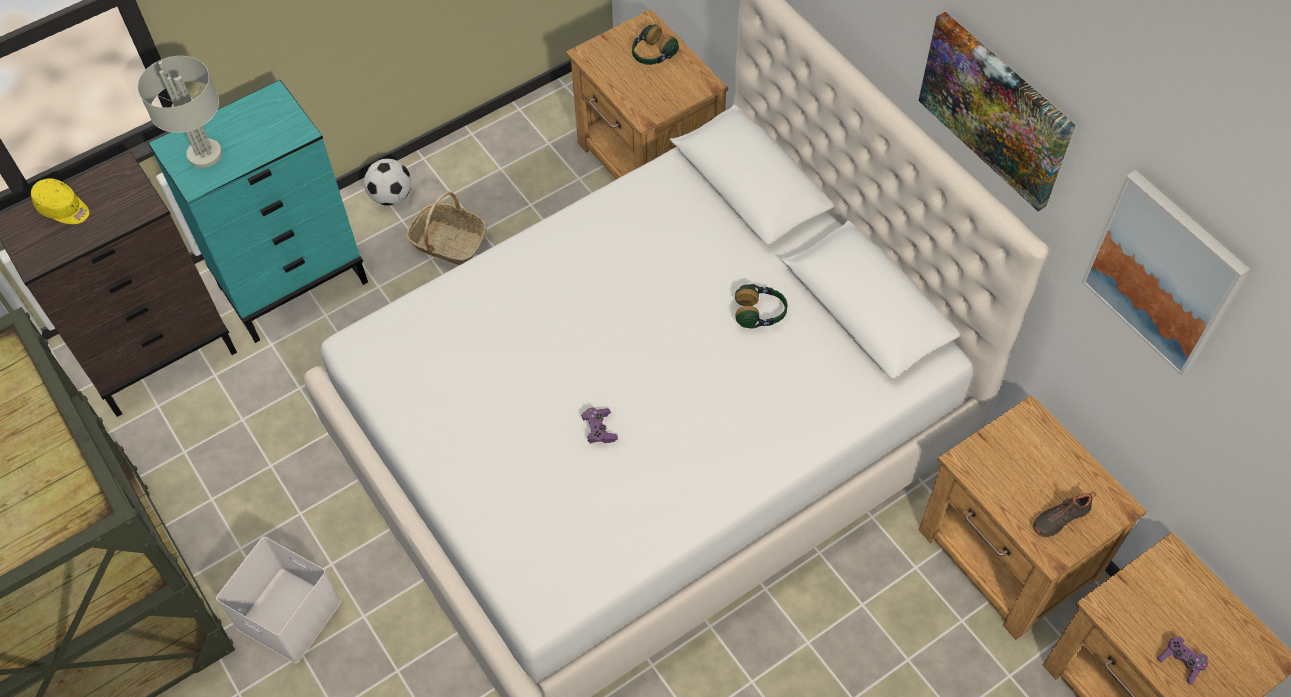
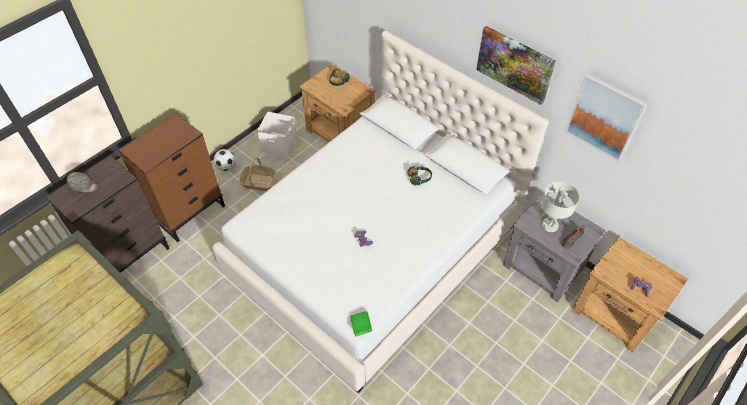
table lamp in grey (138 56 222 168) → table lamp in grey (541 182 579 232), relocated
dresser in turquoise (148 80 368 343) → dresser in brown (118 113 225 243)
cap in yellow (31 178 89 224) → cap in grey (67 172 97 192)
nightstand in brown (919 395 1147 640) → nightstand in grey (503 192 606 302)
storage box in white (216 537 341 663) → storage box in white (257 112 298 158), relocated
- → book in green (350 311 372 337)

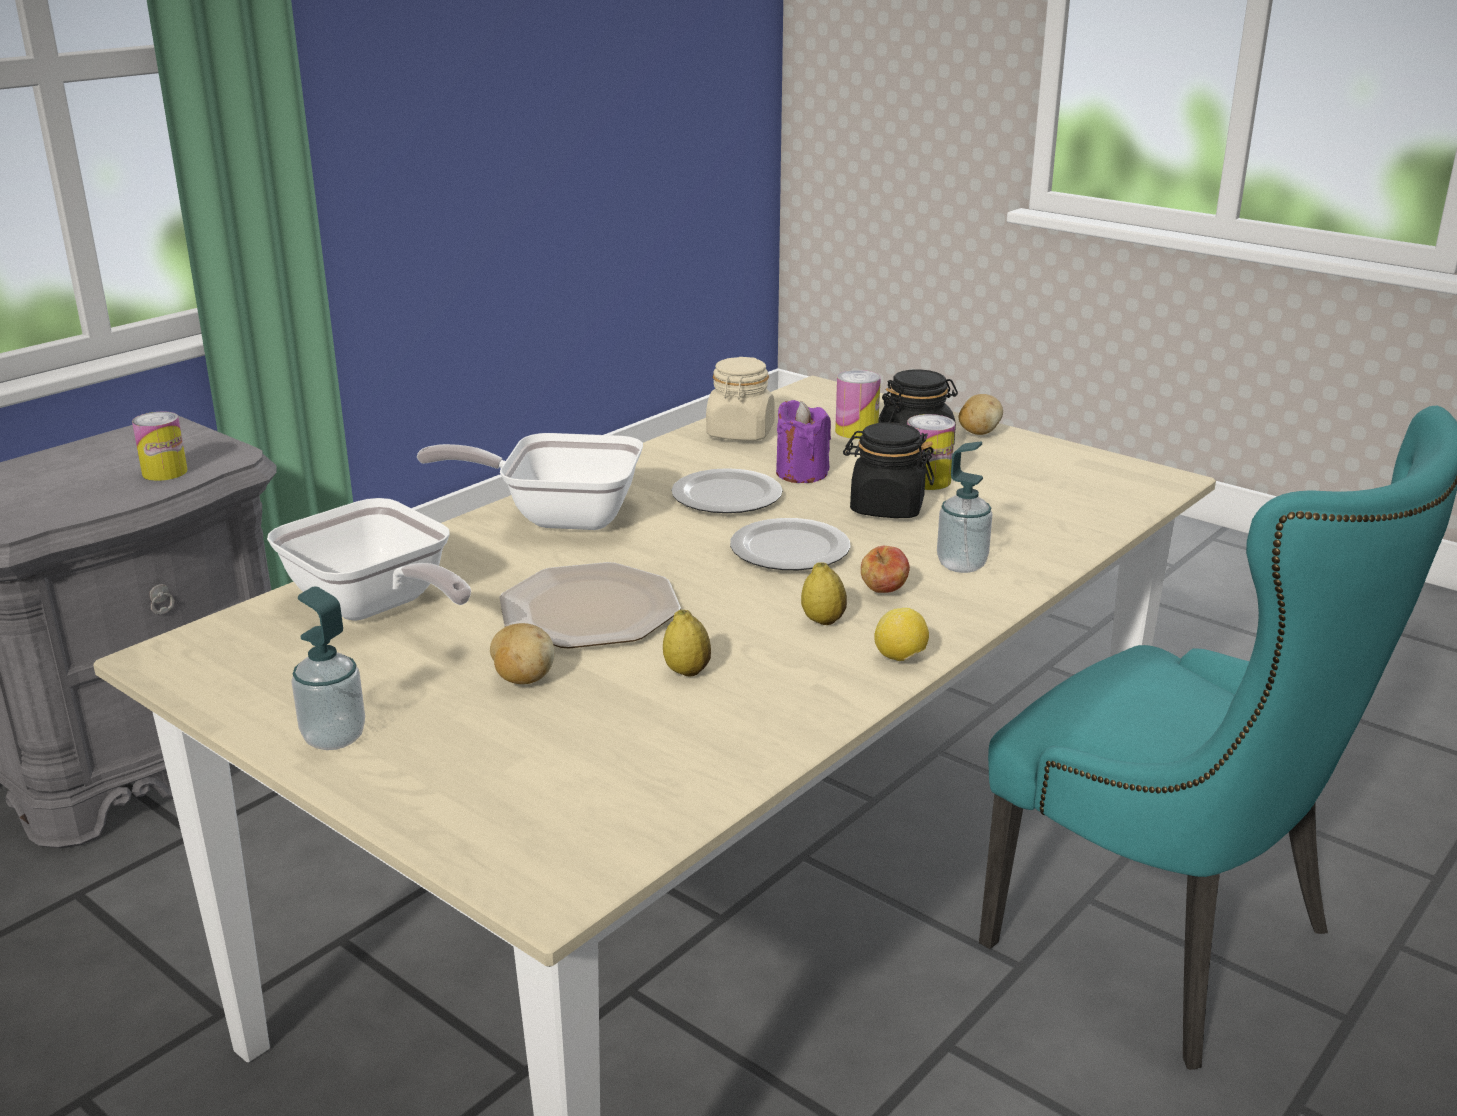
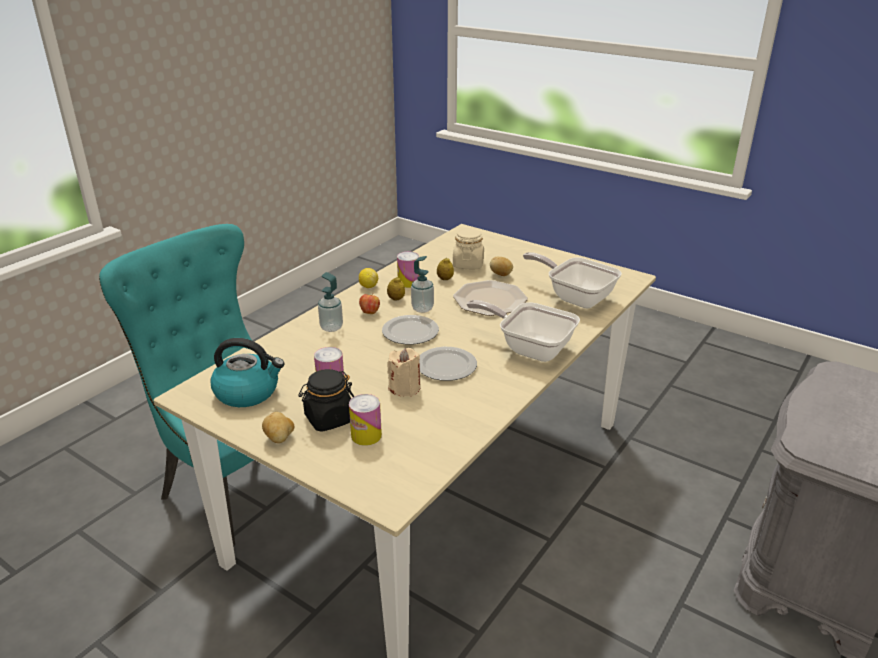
jar in beige (706 357 775 441) → jar in beige (453 228 484 269), relocated
candle in purple (776 400 831 483) → candle in beige (388 348 421 397)
can (132 412 188 481) → can (397 252 419 288), relocated
jar in black (843 422 934 518) → -
frying pan (417 433 643 530) → frying pan (467 300 580 362), 150 degrees counterclockwise
soap dispenser (292 586 365 750) → soap dispenser (411 256 434 313), relocated
- → kettle (210 338 284 407)

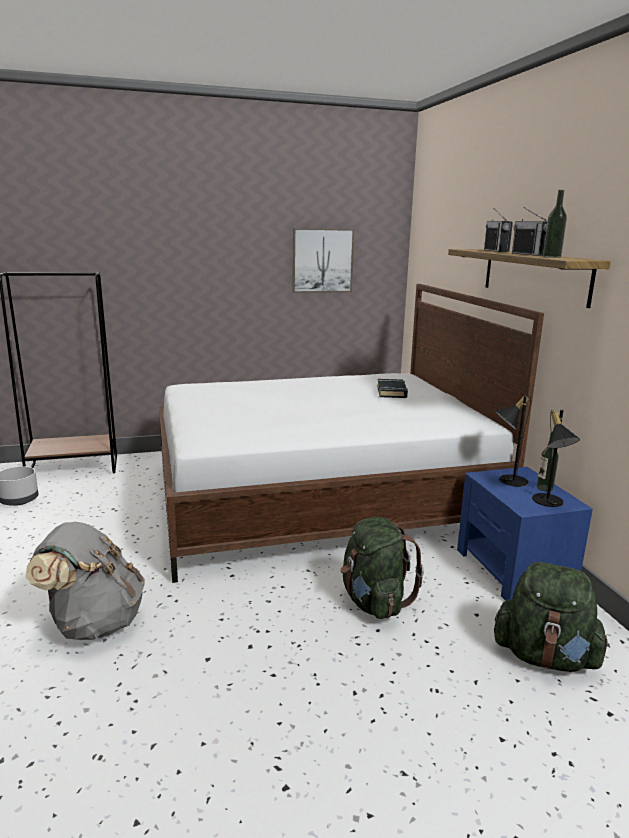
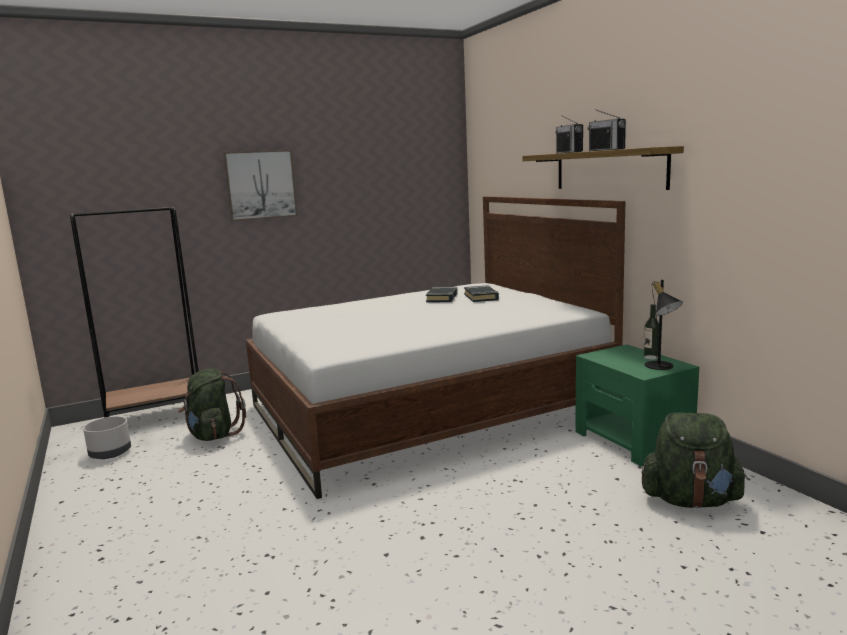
bottle (543 190 567 258) → -
picture (292 228 354 293) → picture (223 150 298 221), relocated
table lamp in black (495 396 531 487) → -
nightstand in blue (457 467 593 601) → nightstand in green (575 345 699 467)
backpack in green (340 517 424 619) → backpack in green (178 368 246 441), relocated
backpack in grey (25 522 145 640) → -
- → book in black (426 287 458 302)

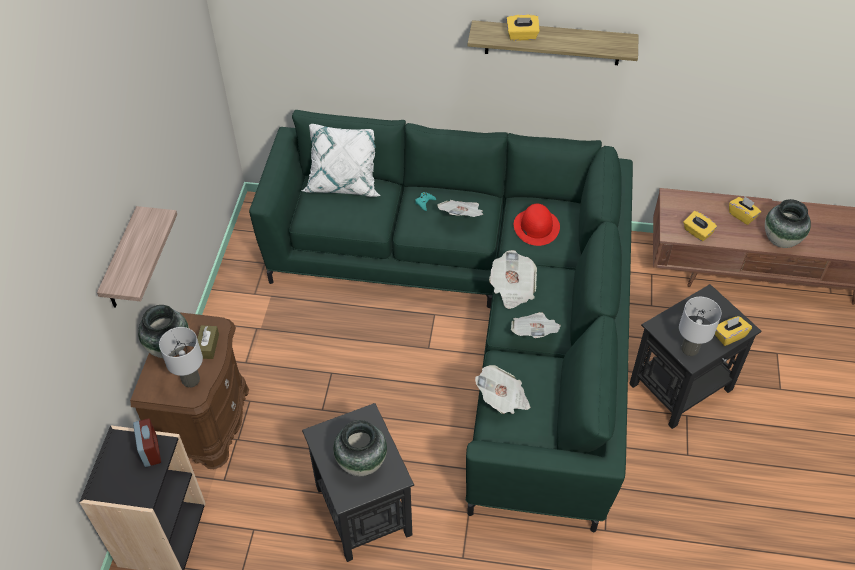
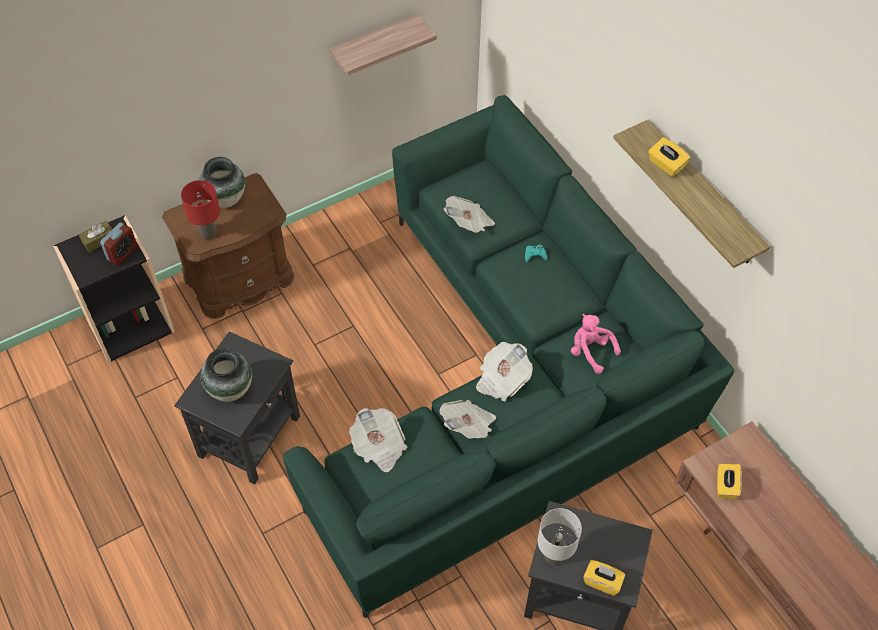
pillow in white (302 124 381 197) → -
tissue box in yellow (729 196 761 225) → -
vase (765 199 811 248) → -
newspaper (438 200 484 217) → newspaper (443 196 495 233), relocated
hat in red (514 204 560 246) → plush toy in pink (571 314 621 374)
shelf (97 206 177 308) → shelf (330 14 437 75), relocated
tissue box in brown (197 325 219 359) → tissue box in brown (79 221 112 252), relocated
table lamp in white (159 327 203 388) → table lamp in red (181 180 220 239)

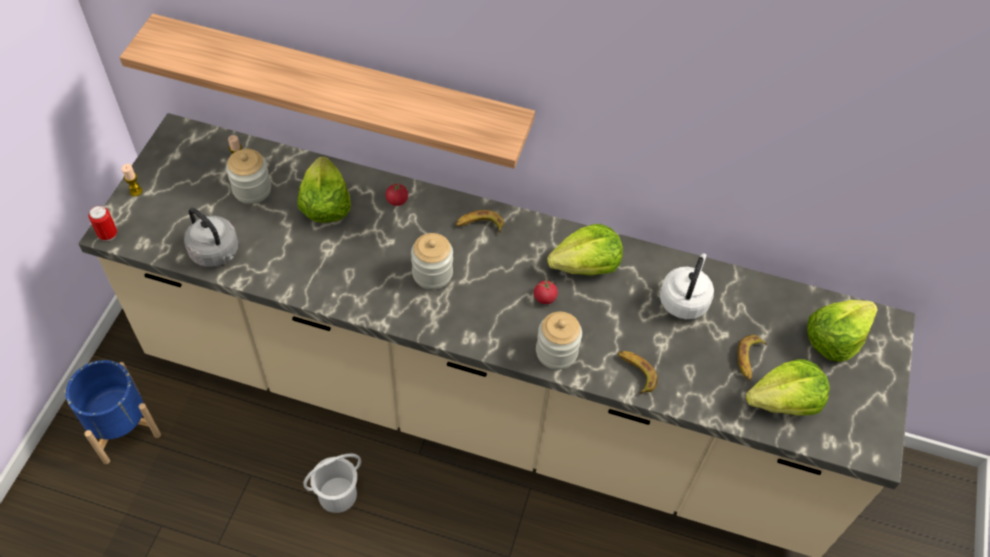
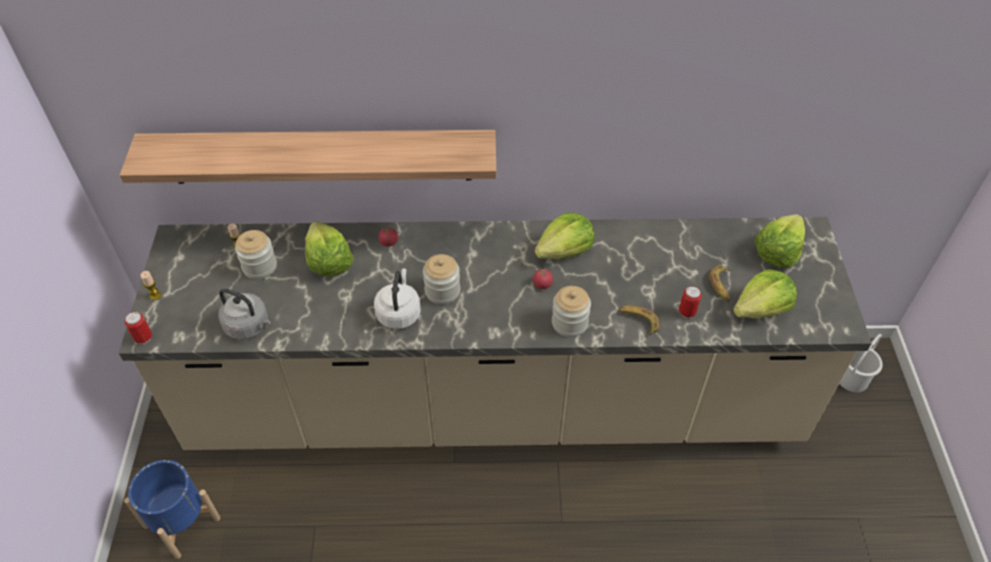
banana (455 210 504 234) → -
kettle in white (660 253 714 319) → kettle in white (374 268 421 329), relocated
bucket in white (303 454 361 513) → bucket in white (839 334 883 392), relocated
- → can (679 286 702 318)

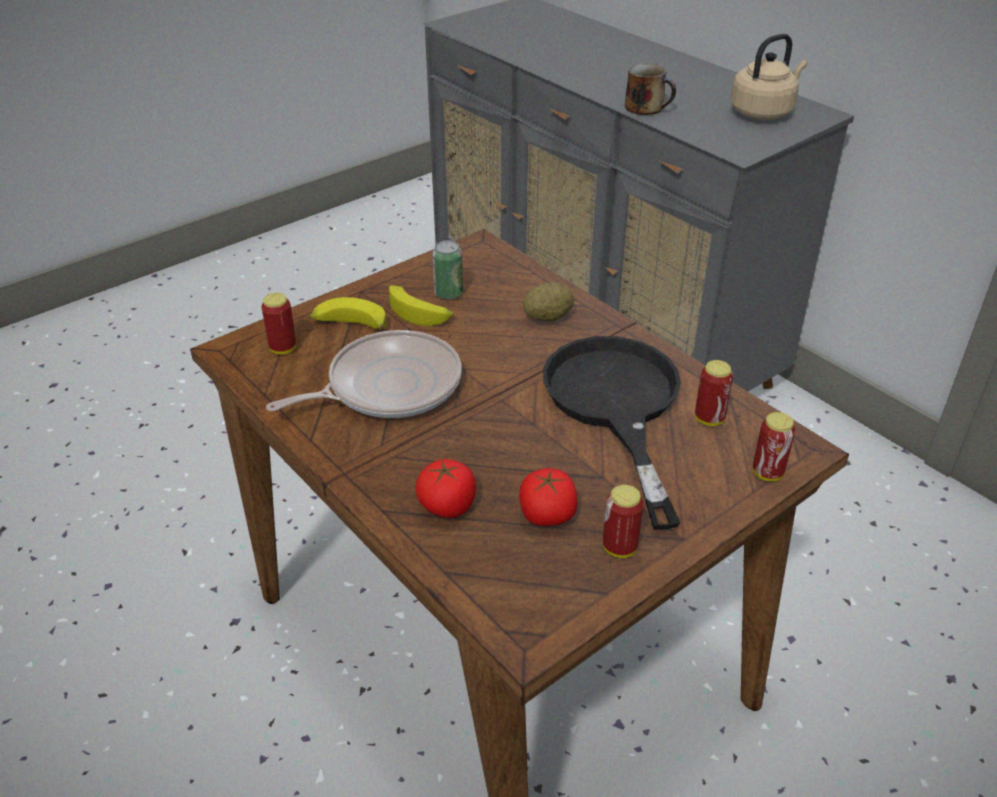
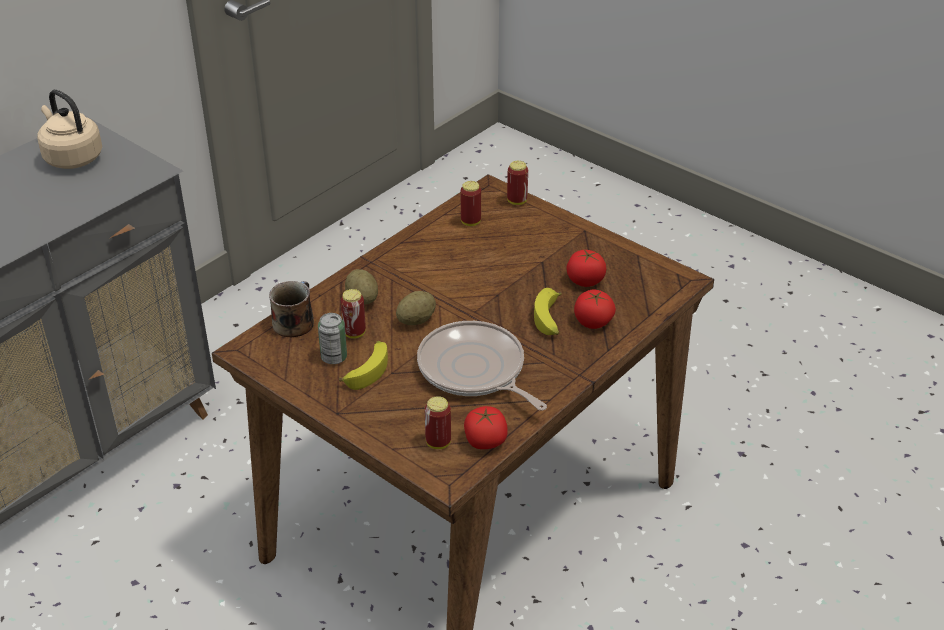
mug (625 63 676 115) → mug (269 281 314 337), relocated
banana (309 297 386 331) → banana (534 288 562 335), relocated
frying pan in black (543 336 681 530) → -
can (603 485 644 558) → can (341 289 366 339), relocated
- → potato (396 291 436 325)
- → tomato (464 406 508 449)

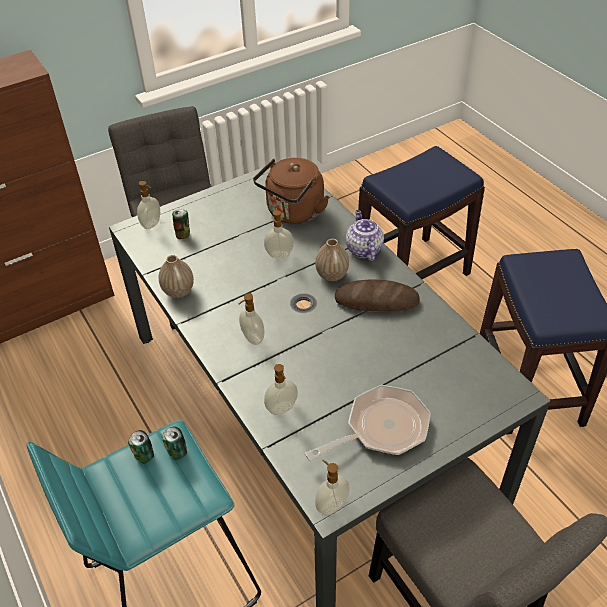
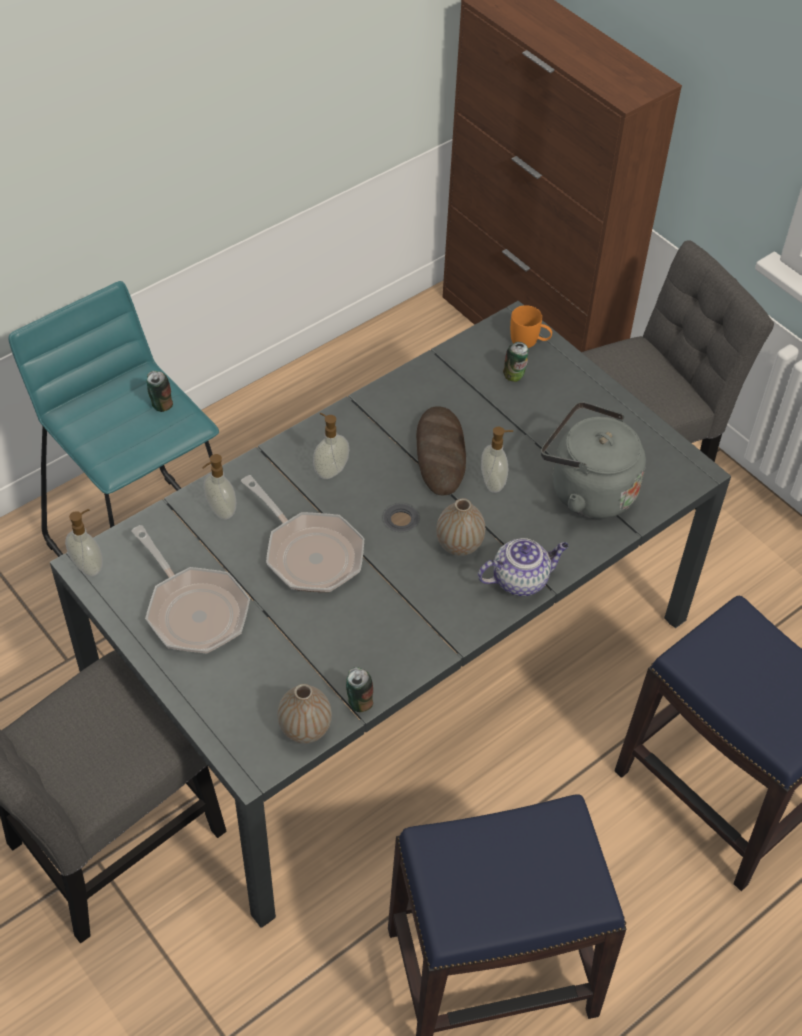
kettle in brown (253 158 329 224) → kettle in grey (541 402 646 519)
soap dispenser (137 181 160 229) → mug in orange (510 305 552 348)
vase (158 255 194 298) → vase (278 684 332 743), relocated
bread (335 280 420 312) → bread (416 406 466 495), relocated
can (162 426 187 460) → can (346 667 373 712), relocated
- → frying pan (241 475 364 592)

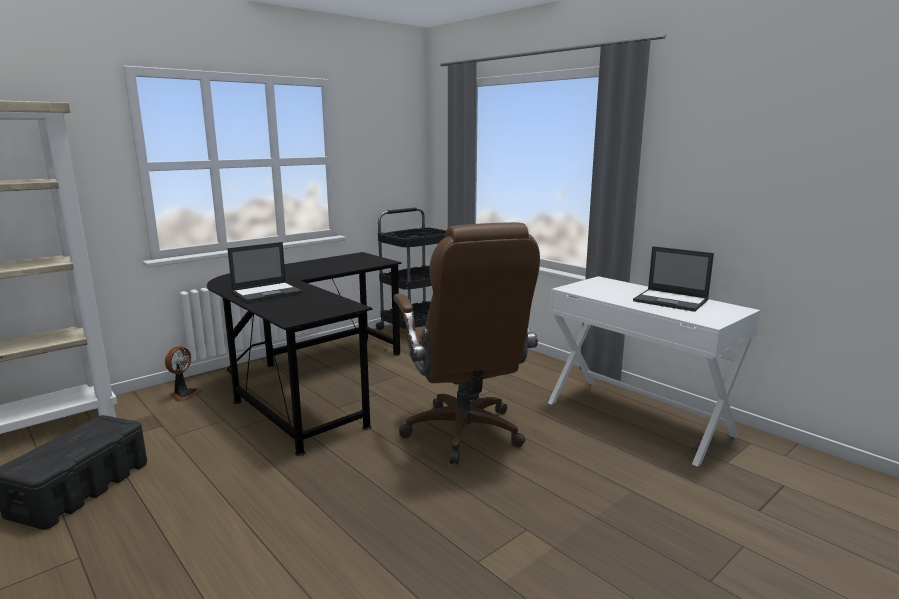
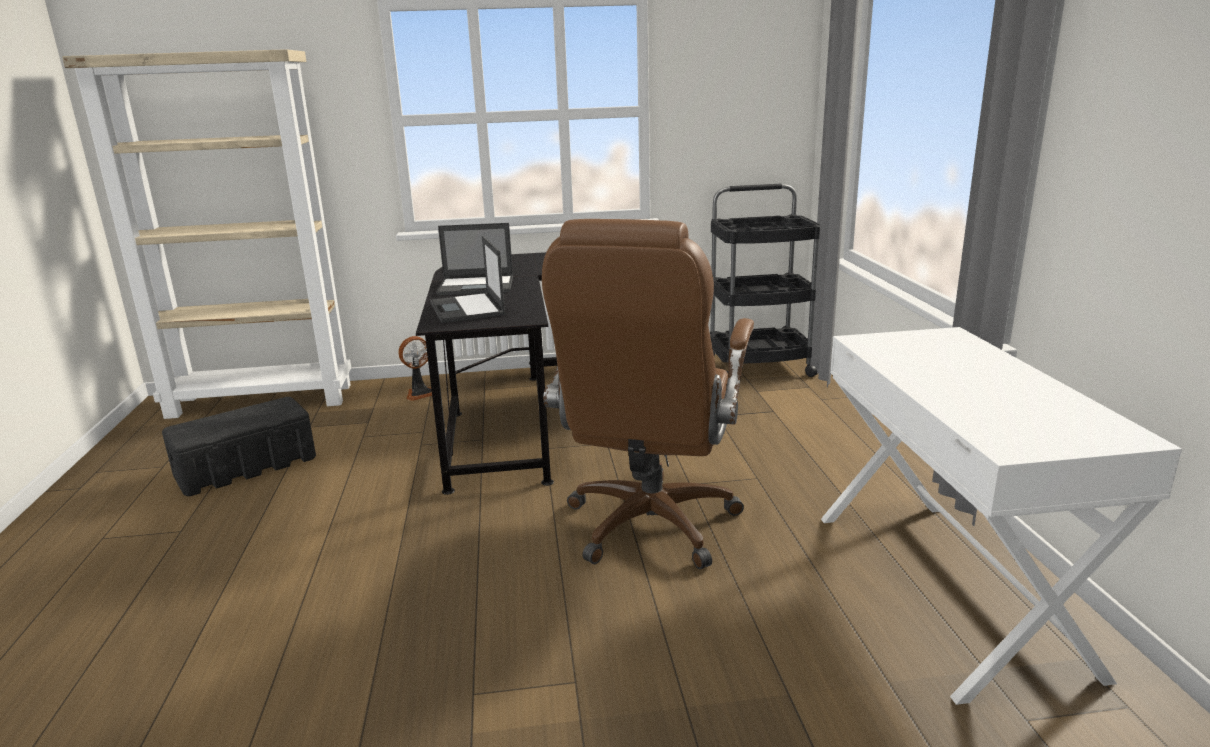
laptop (633 246 714 312) → laptop (430 236 506 323), relocated

